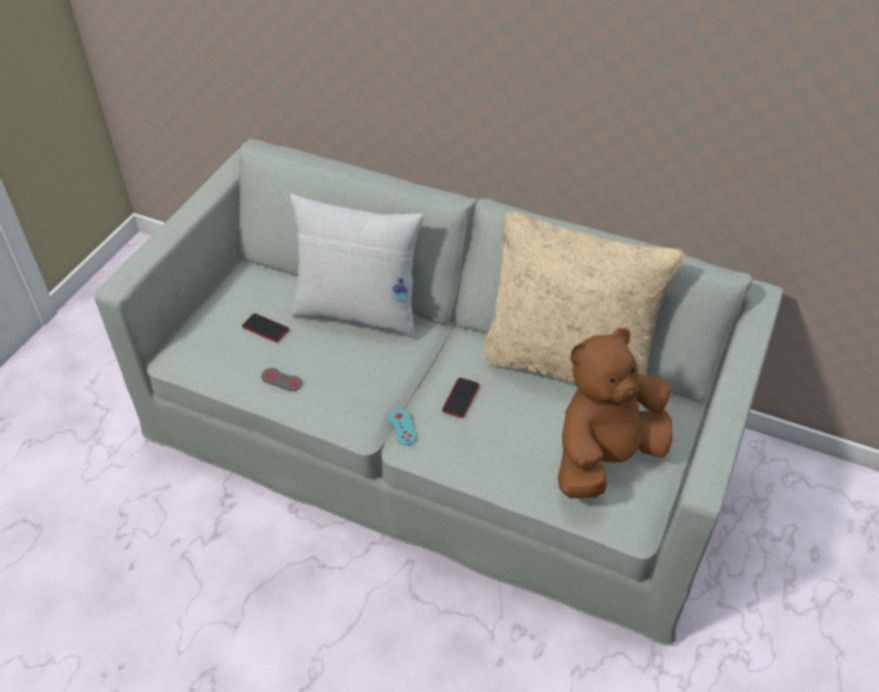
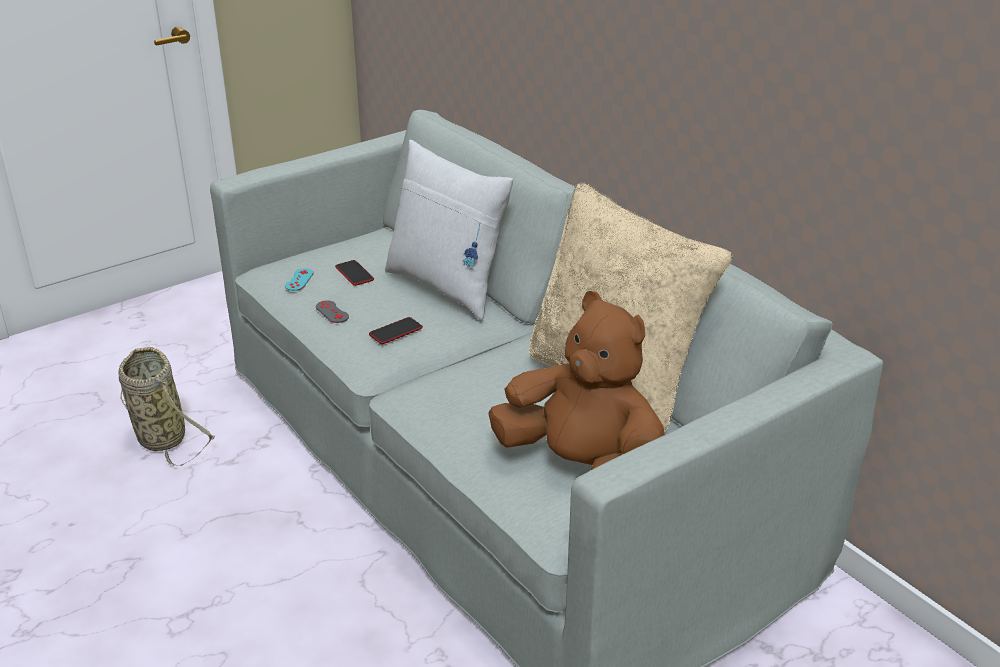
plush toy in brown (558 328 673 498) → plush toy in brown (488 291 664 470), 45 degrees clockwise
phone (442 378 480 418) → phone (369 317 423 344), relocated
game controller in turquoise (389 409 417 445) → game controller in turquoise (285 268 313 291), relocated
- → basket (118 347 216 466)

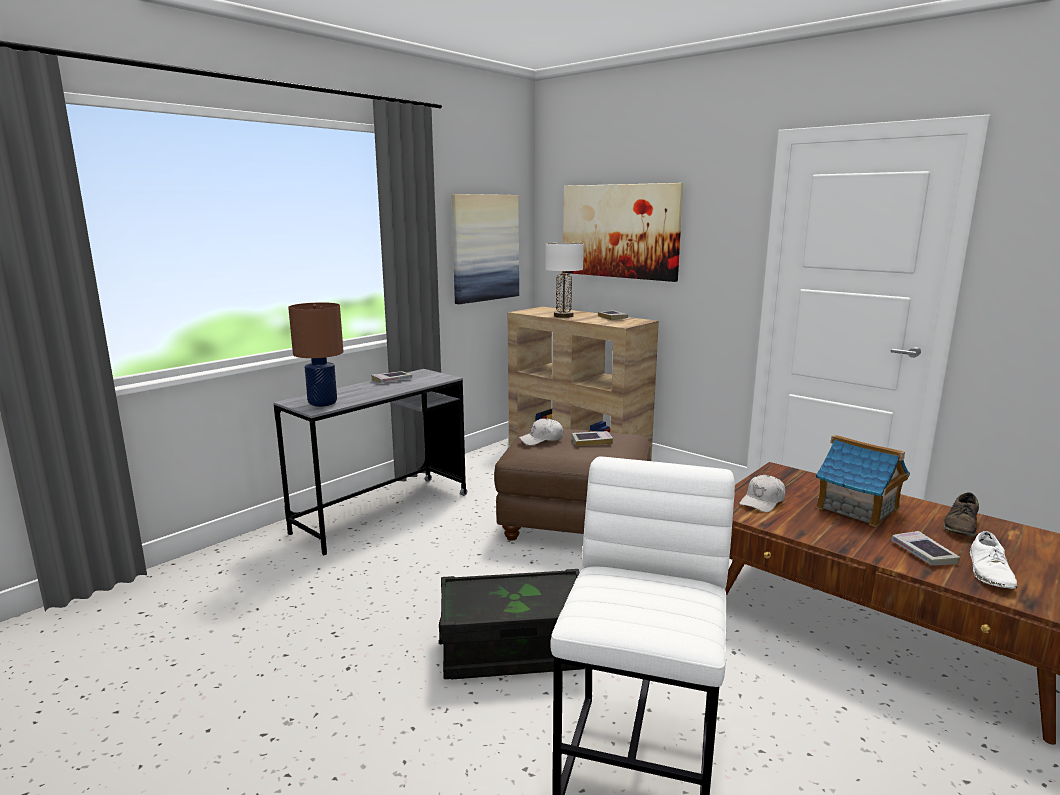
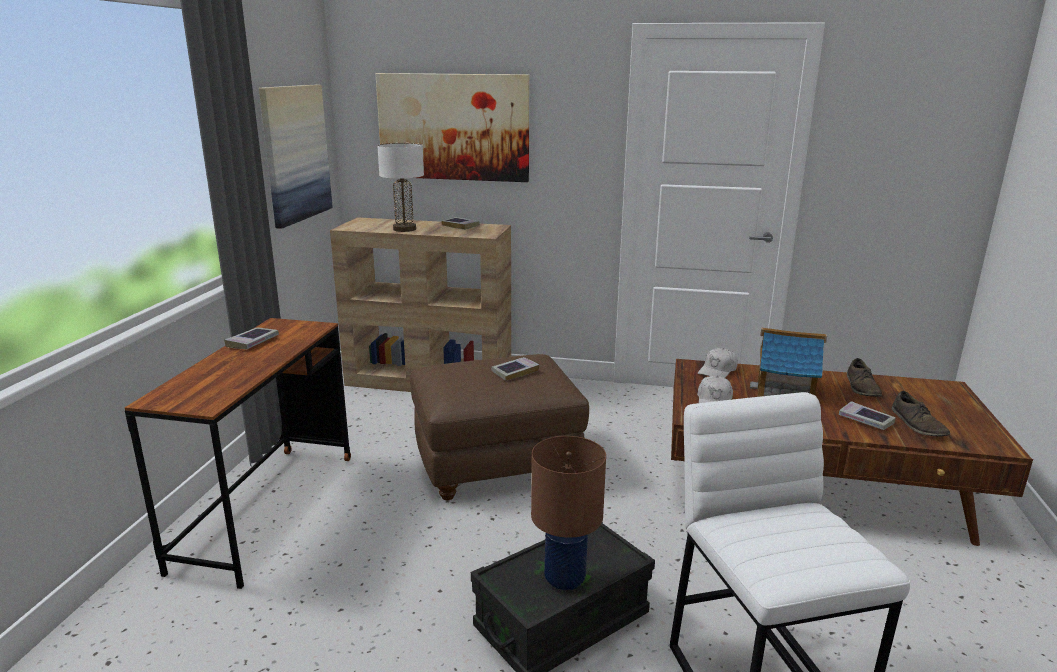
table lamp in brown (288 302 343 407) → table lamp in brown (531 436 606 590), relocated
desk in grey (274 369 467 555) → desk in brown (125 318 351 589)
cap in white (519 418 564 445) → cap in white (698 348 738 378), relocated
shoe in white (970 531 1017 589) → shoe in brown (892 391 950 436)

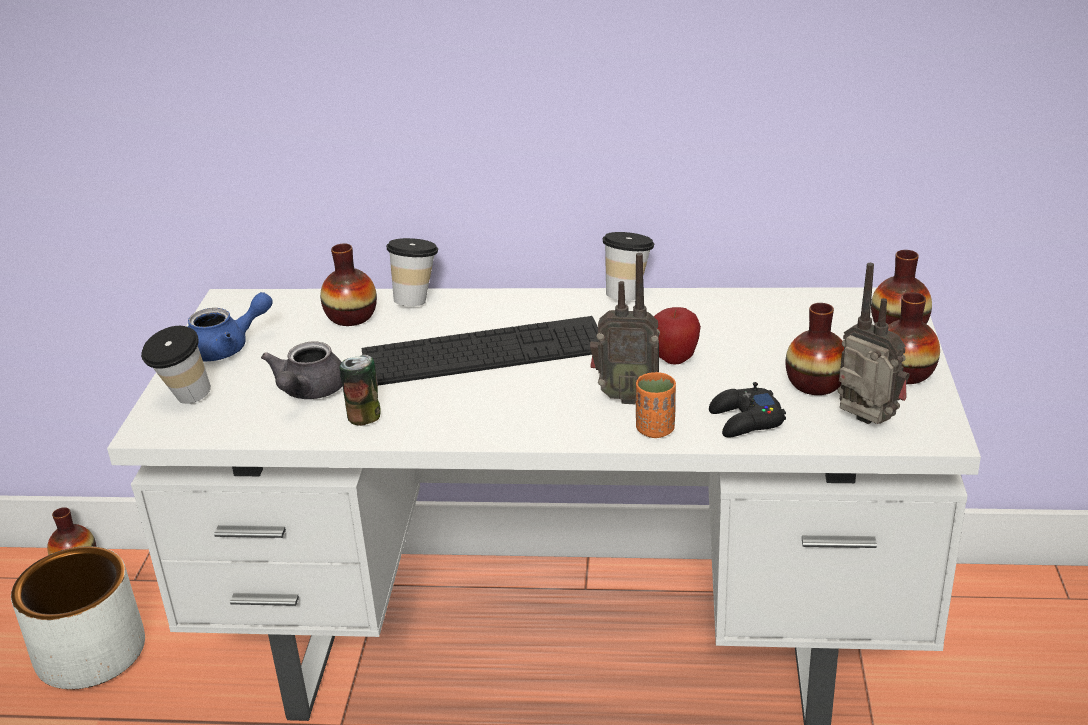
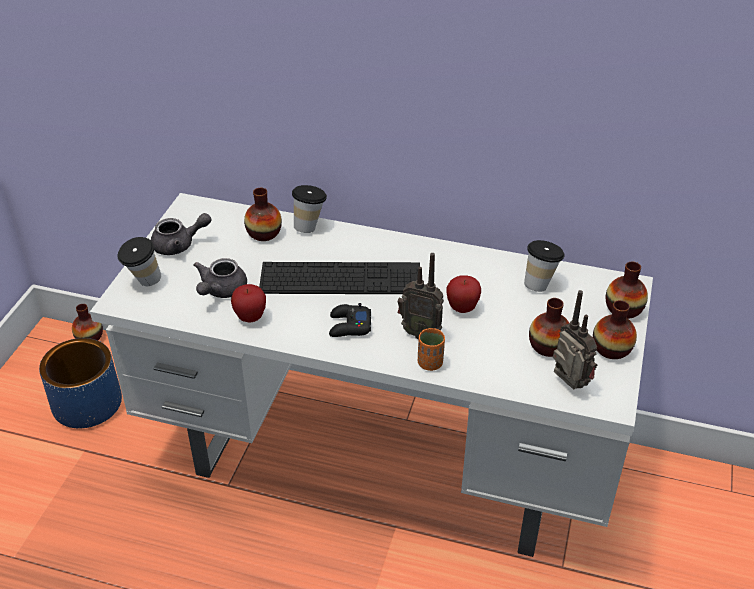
cup (603 232 654 301) → cup (524 240 565 292), relocated
teapot in blue (188 292 273 362) → teapot in grey (151 213 212 255)
can (339 355 381 426) → apple (231 284 266 323)
game controller in black (709 382 786 438) → game controller in black (329 303 371 337), relocated
planter in white (11 546 145 690) → planter in blue (39 338 122 429)

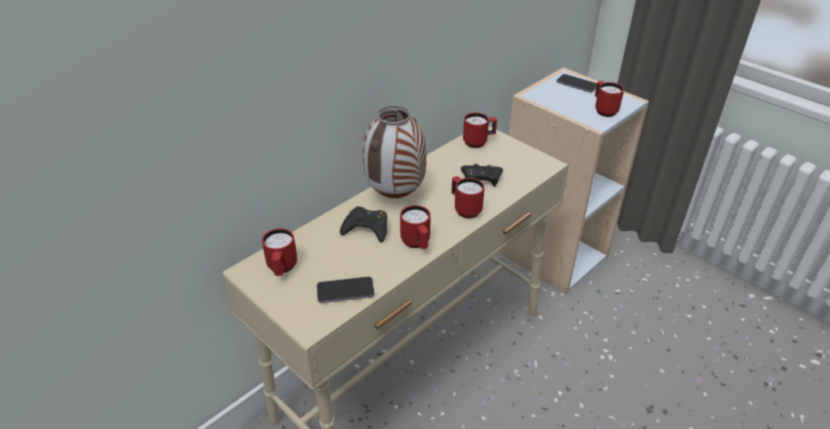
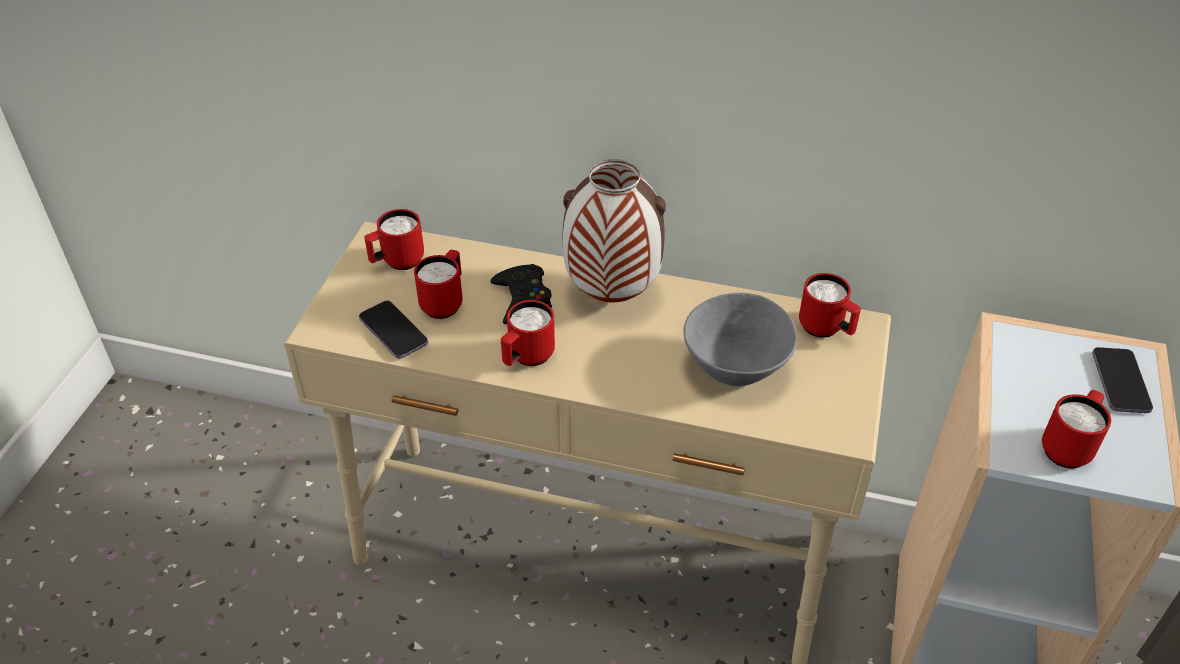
game controller in black (461 164 503 187) → bowl in grey (683 293 798 386)
mug in red (451 176 485 218) → mug in red (414 250 463 319), relocated

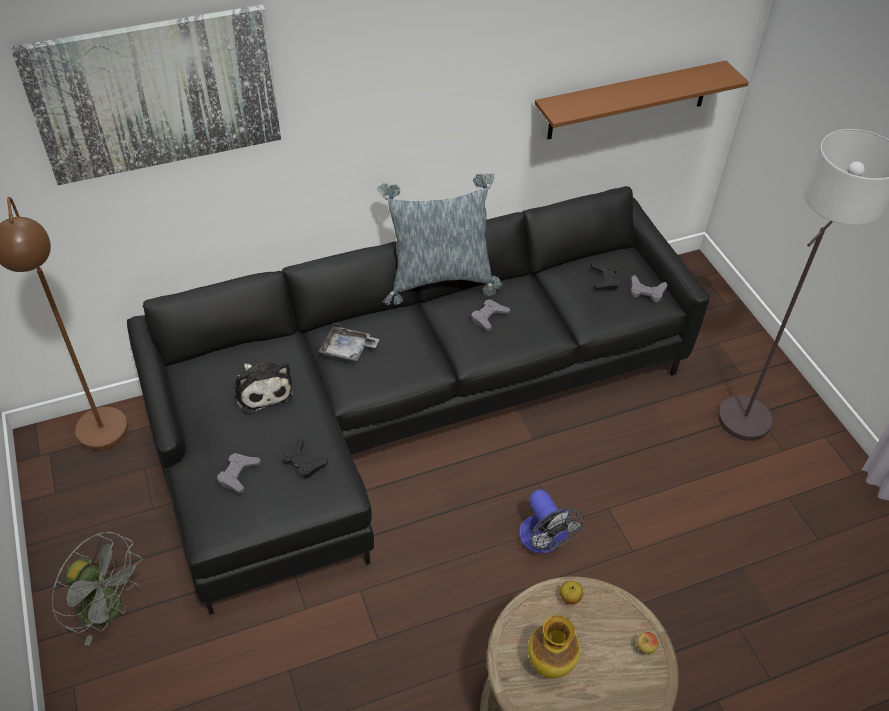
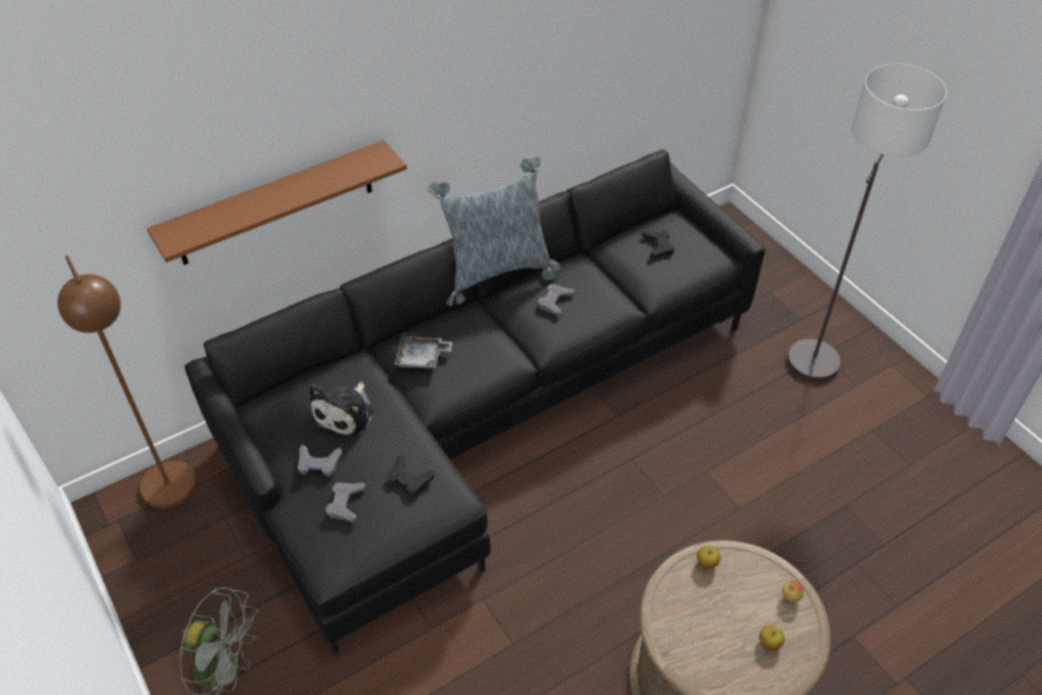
picture (11 5 281 185) → -
shelf in brown (535 60 749 139) → shelf in brown (147 140 407 265), relocated
game controller in grey (631 275 667 303) → game controller in grey (297 445 342 477), relocated
plush toy (233 362 294 415) → plush toy (310 382 374 439), 60 degrees clockwise
fan (519 490 584 553) → -
vase (528 615 580 679) → -
- → apple (759 625 784 650)

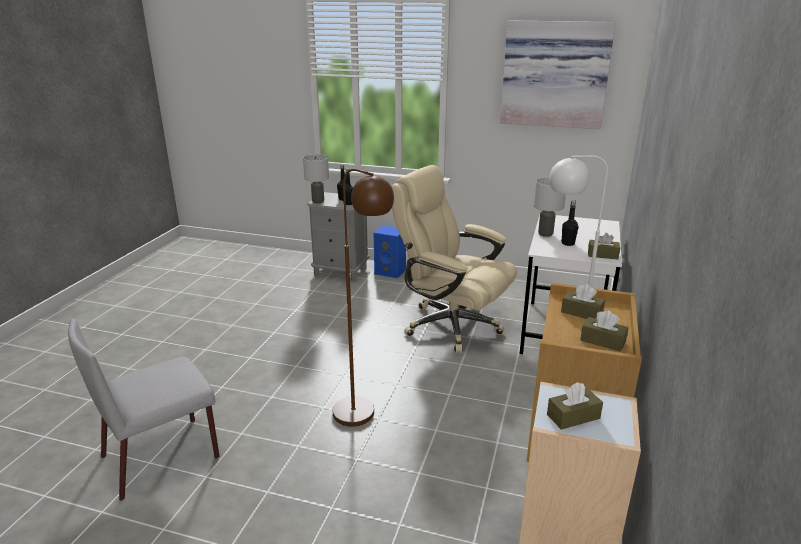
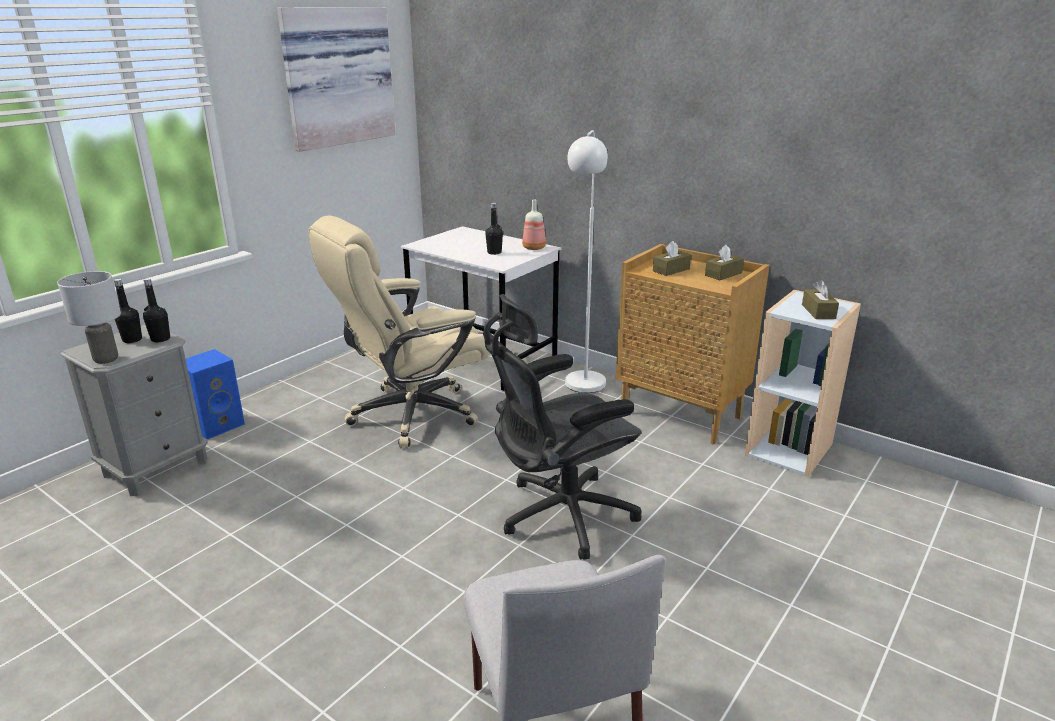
floor lamp in brown (333 169 394 427) → office chair (483 294 642 560)
table lamp in white (534 177 566 237) → -
tissue box in brown (588 233 620 259) → bottle (522 200 546 250)

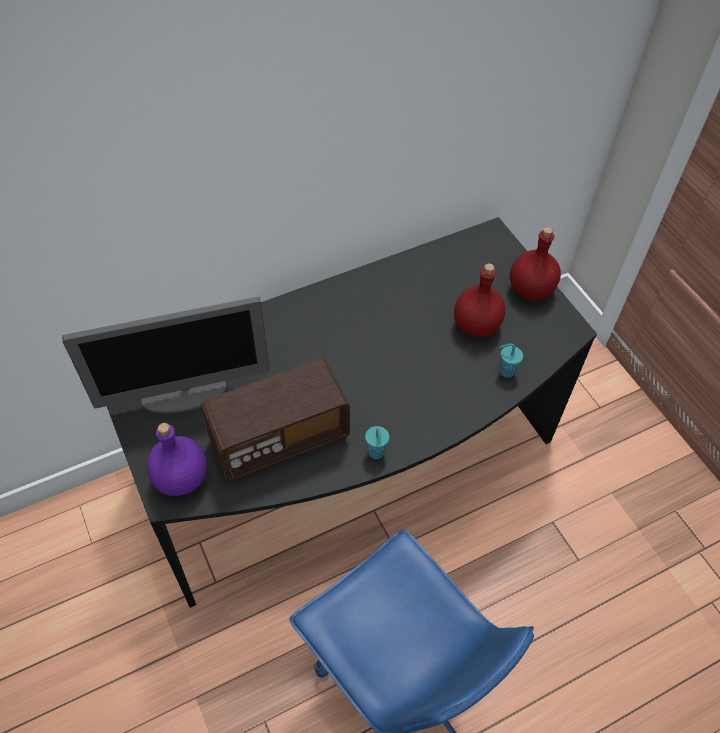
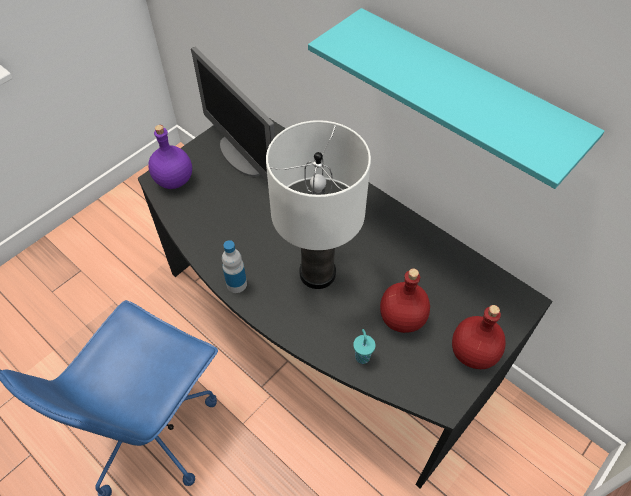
radio (200 359 350 482) → -
cup in turquoise (365 426 389 459) → bottle (222 240 247 293)
- → shelf in turquoise (308 8 604 189)
- → table lamp in white (266 120 371 289)

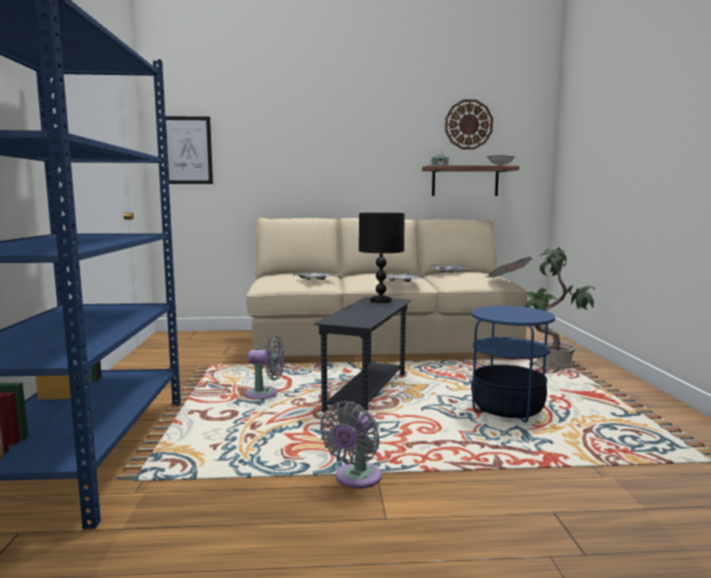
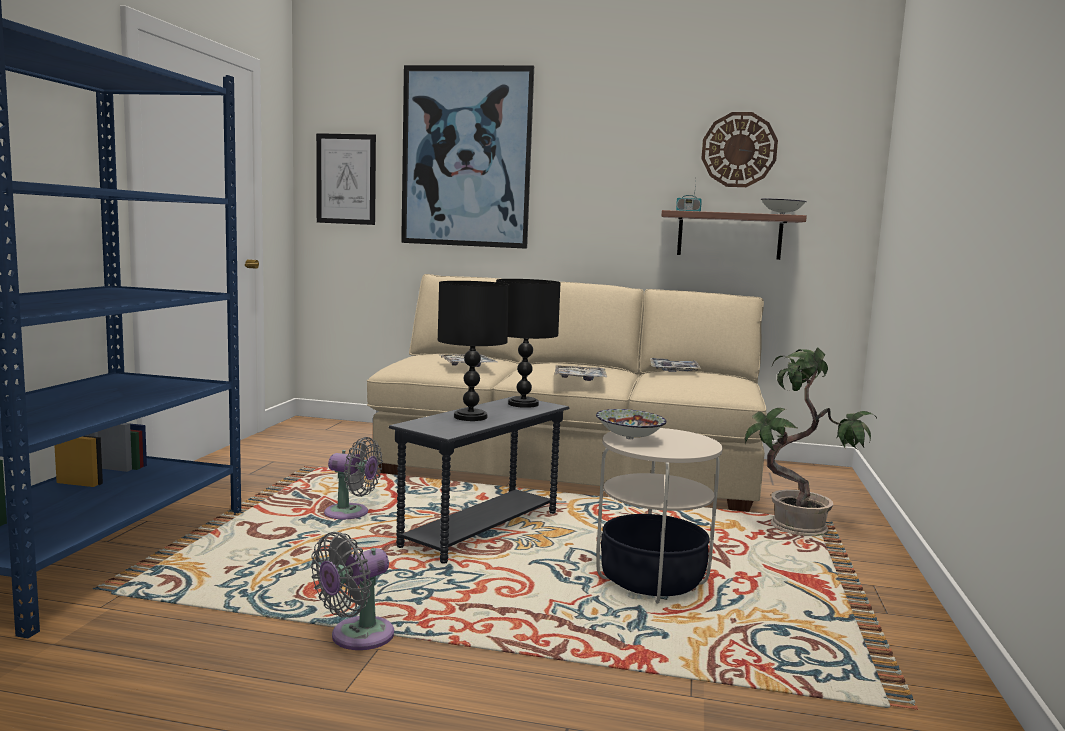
newspaper (486 256 533 278) → -
side table in blue (471 306 555 423) → side table in beige (596 428 723 604)
- → picture (401 65 534 249)
- → table lamp in black (438 281 509 421)
- → bowl (596 409 667 439)

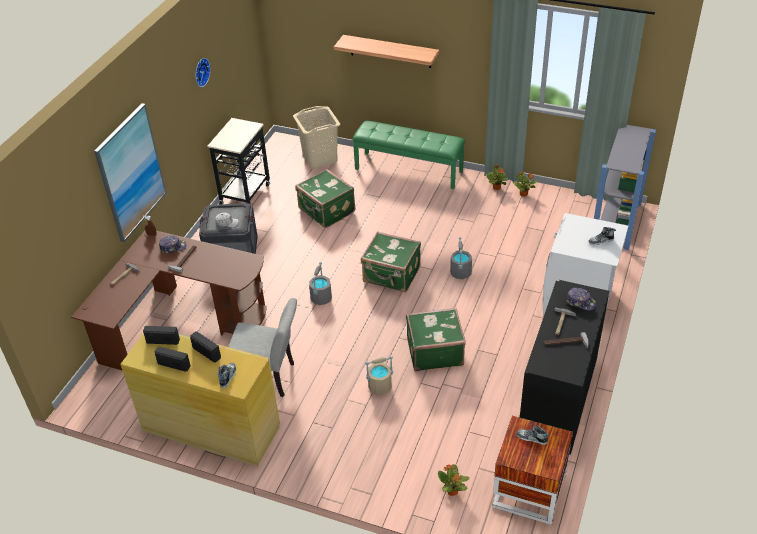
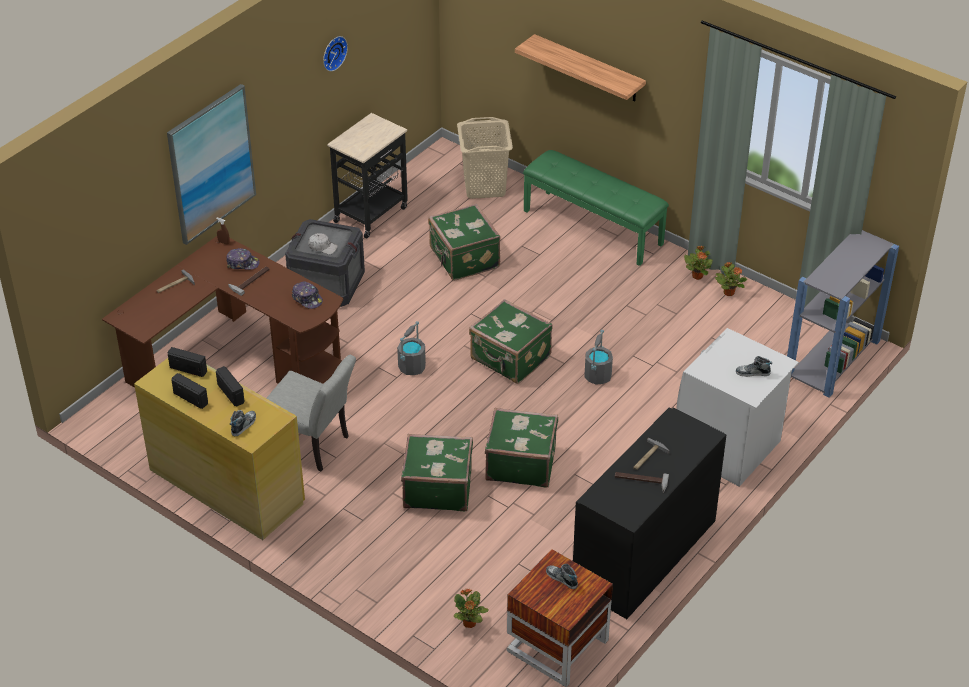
cap (566 288 596 310) → cap (292 282 323 309), relocated
bucket in beige (366 356 393 395) → suitcase in green (401 434 473 511)

